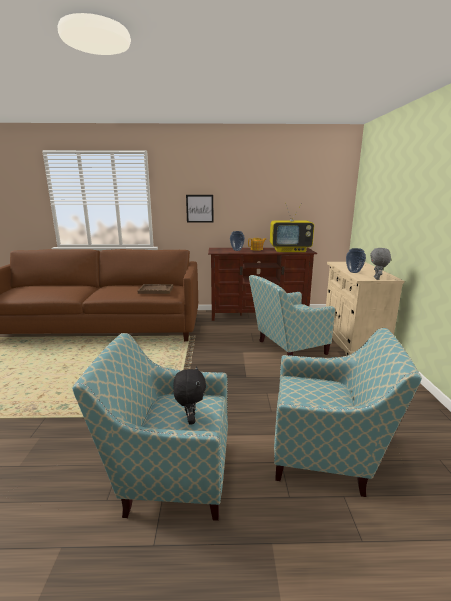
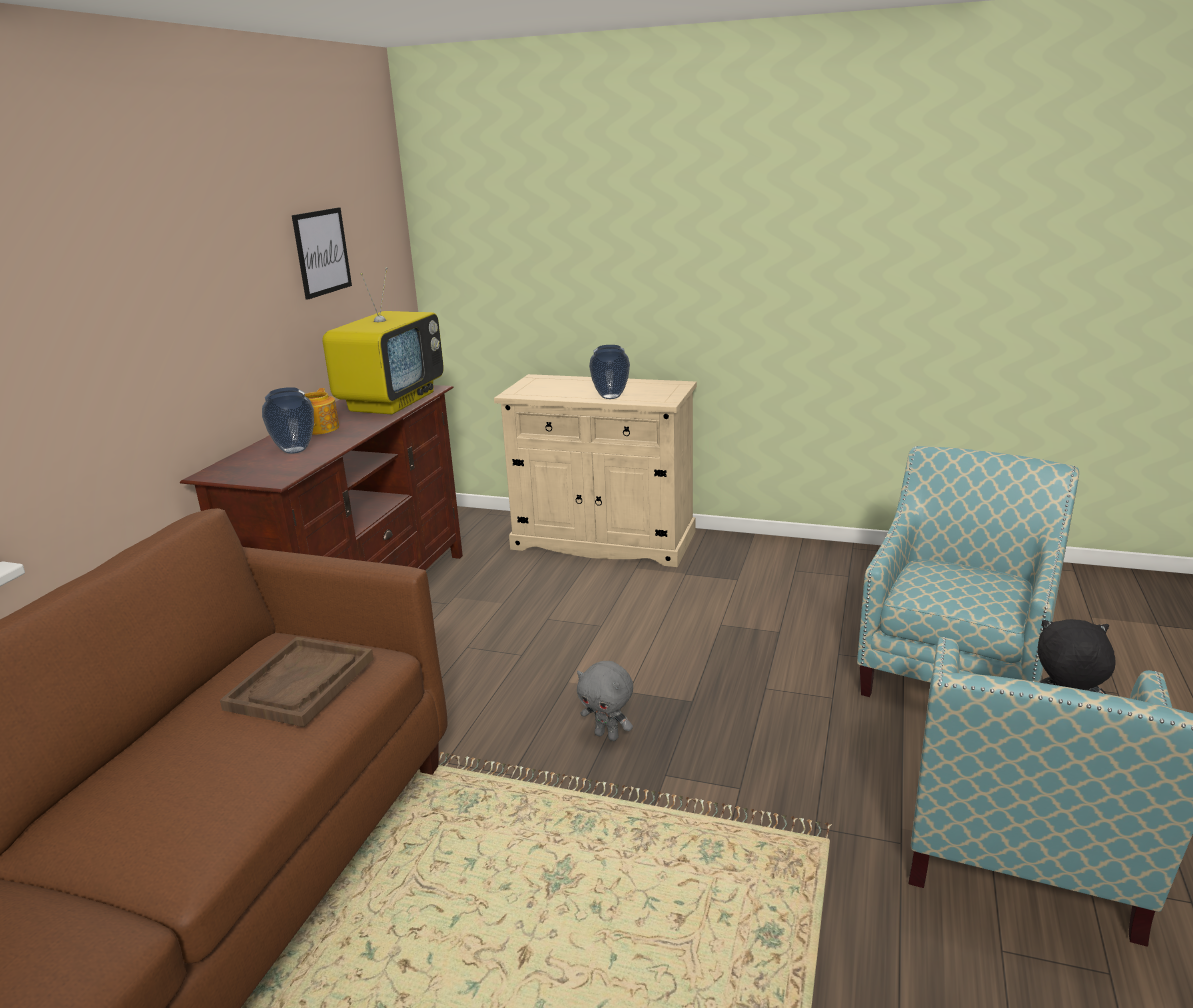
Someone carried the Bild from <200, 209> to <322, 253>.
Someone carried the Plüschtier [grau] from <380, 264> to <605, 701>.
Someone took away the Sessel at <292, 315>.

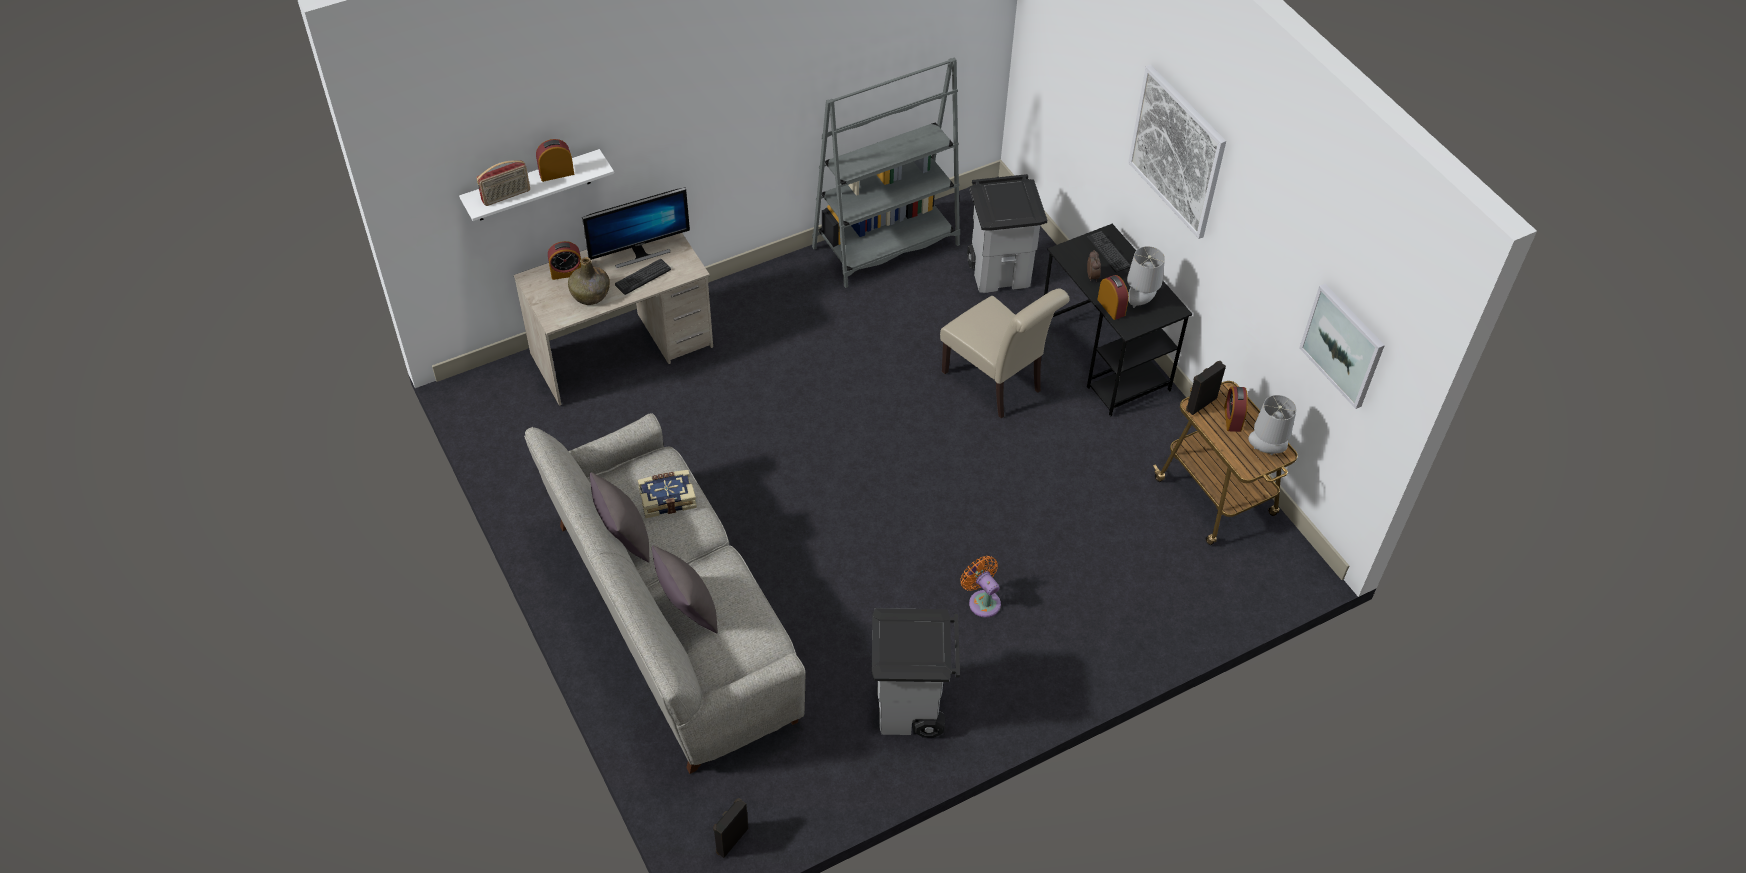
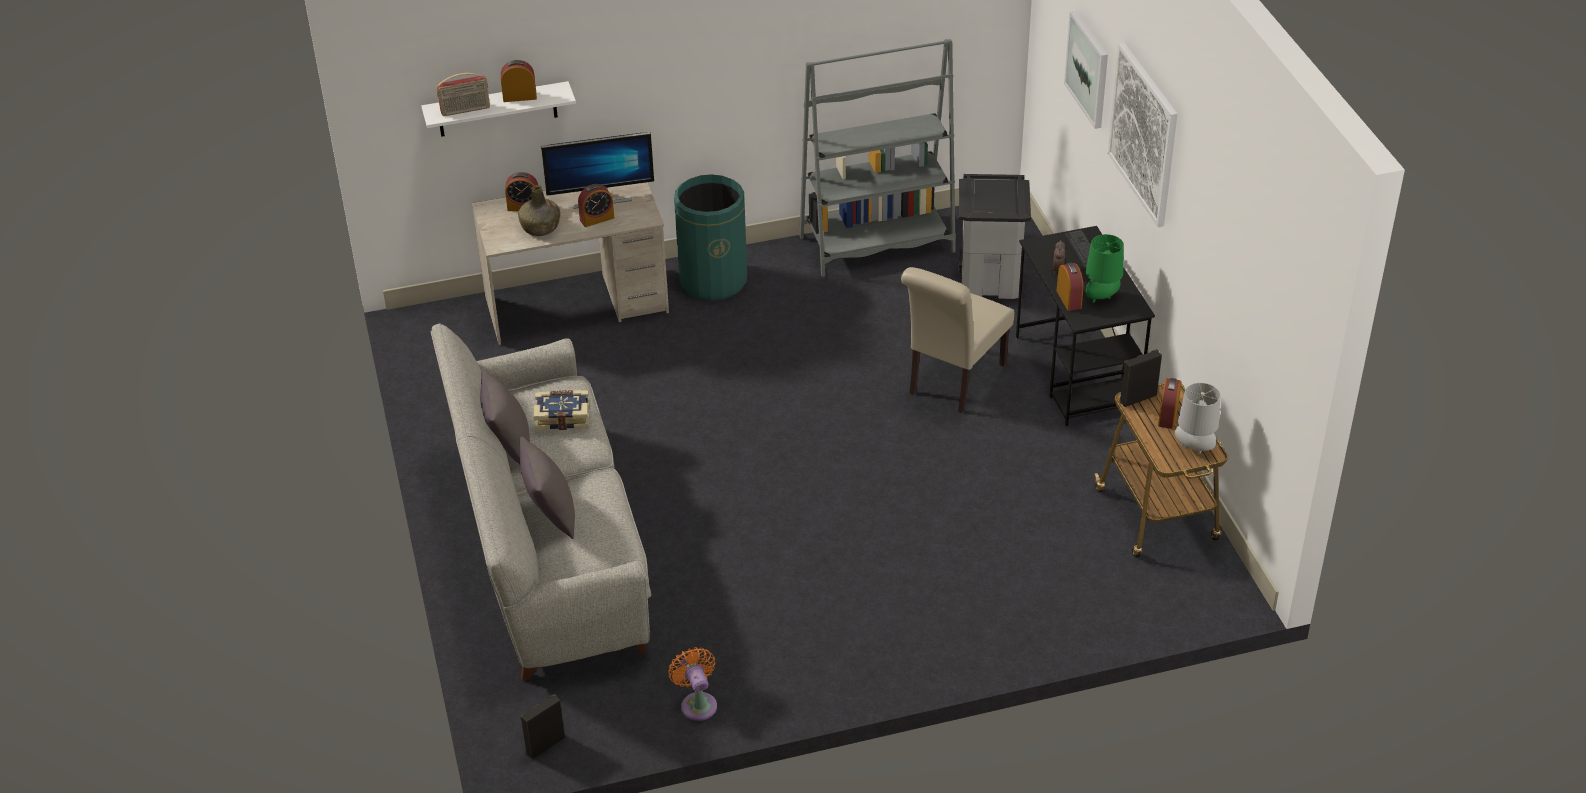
Someone swapped the Tastatur at <643, 277> for the Wecker at <596, 205>.
Someone carried the Ventilator [orange] from <980, 587> to <692, 684>.
Someone put down the Mülleimer [grün] at <710, 237>.
Someone rotated the Stuhl [beige] at <1005, 353> by 60 degrees clockwise.
Someone carried the Bild from <1342, 346> to <1086, 70>.
Someone repainted the Tischlampe [grau] at <1146, 277>, which became the Tischlampe [grün] at <1105, 268>.
Someone took away the Mülleimer [grau] at <916, 673>.

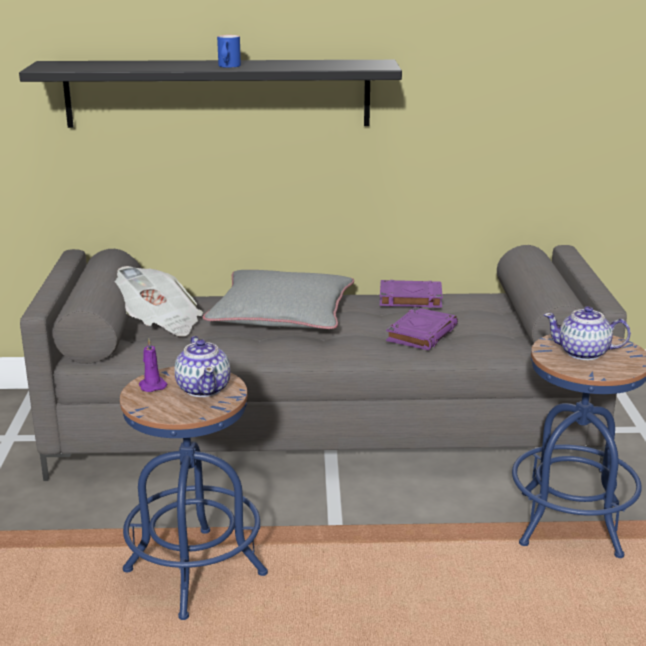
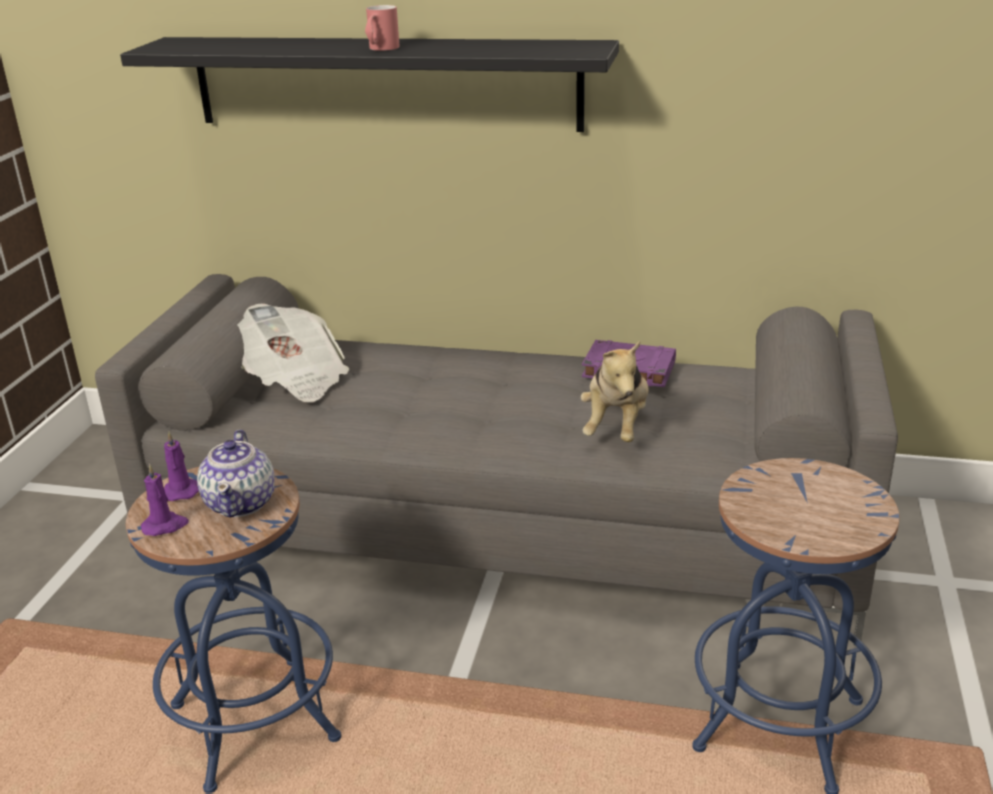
Someone put down the Kerze [lila] at <165, 500>.
Someone repainted the Henkelbecher [blau] at <229, 51>, which became the Henkelbecher [rot] at <382, 28>.
Someone swapped the Buch [lila] at <422, 328> for the Plüschtier at <615, 391>.
Someone took away the Kissen [grau] at <278, 299>.
Someone took away the Teekanne at <587, 333>.

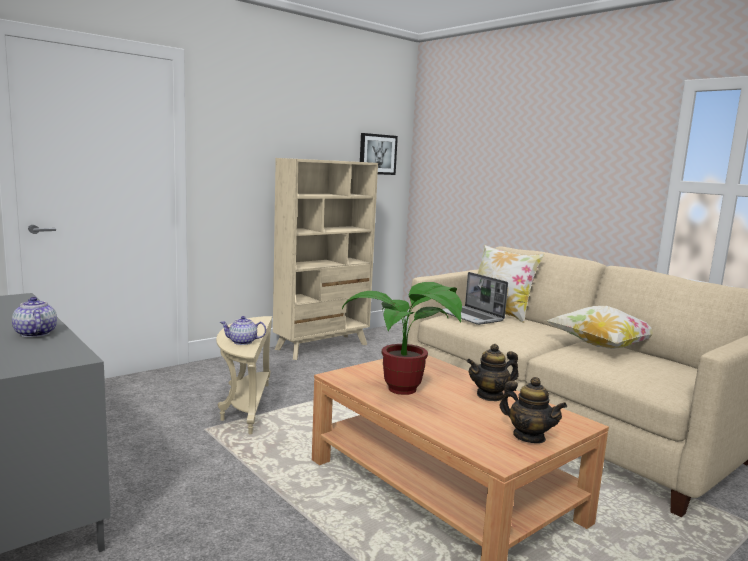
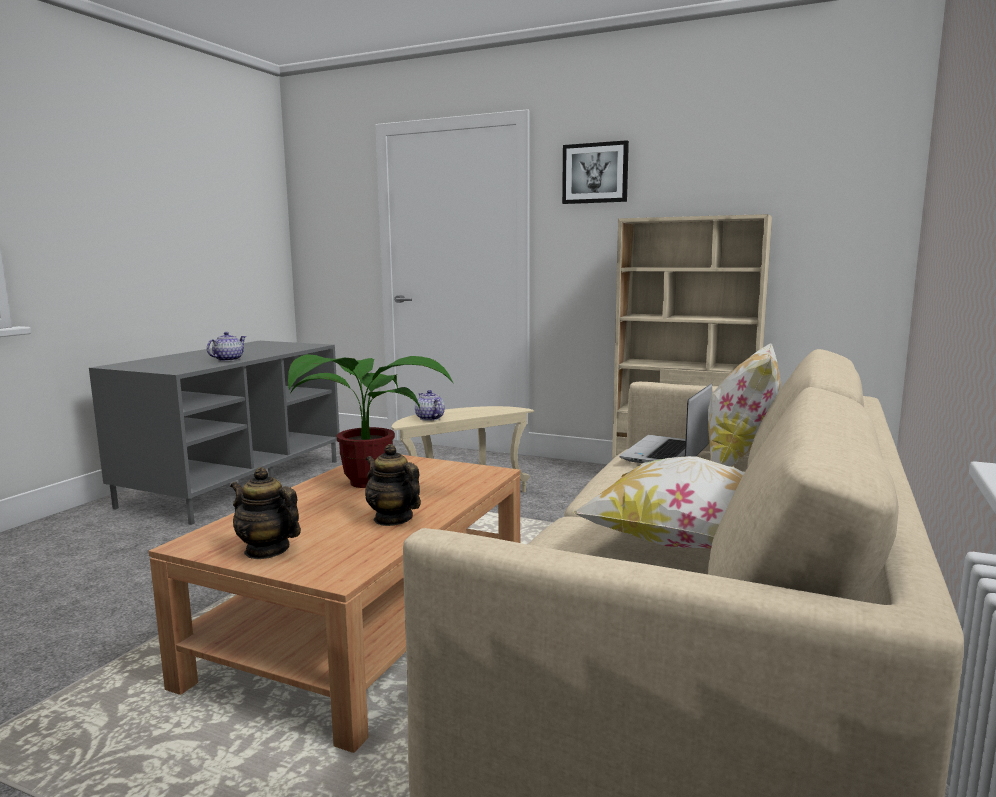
Someone rotated the Teekanne at <533, 410> by 105 degrees clockwise.
Someone carried the Bild from <379, 154> to <595, 172>.

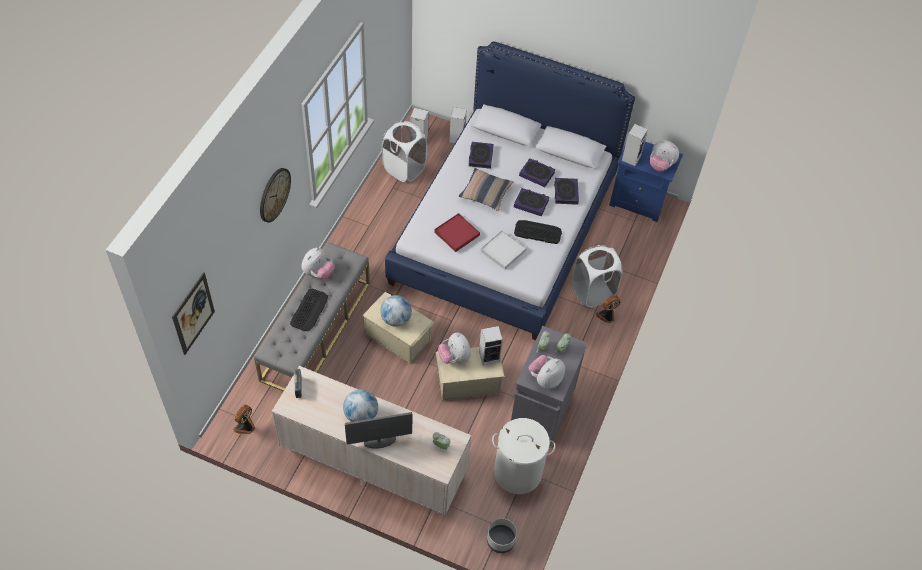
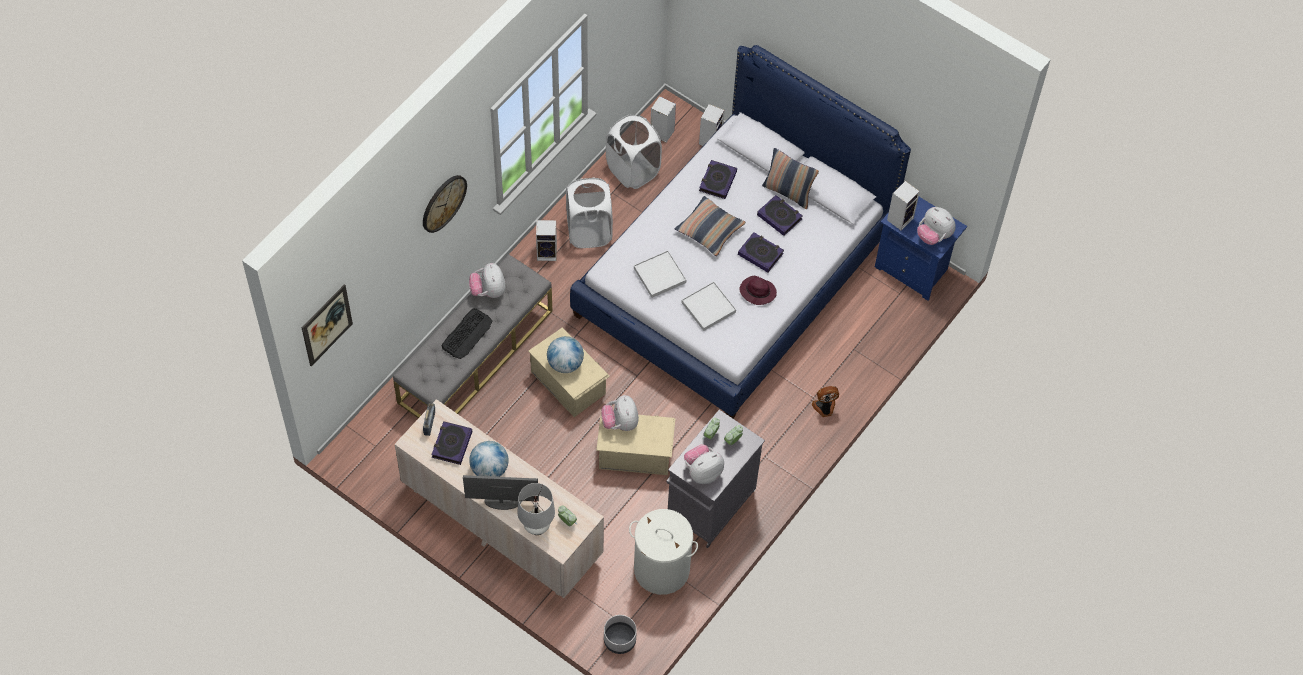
Someone carried the Buch from <566, 191> to <451, 443>.
Someone rotated the Plüschtier at <318, 263> by 120 degrees clockwise.
Someone put down the Tischlampe [weiß] at <536, 509>.
Someone carried the Lautsprecher from <491, 345> to <546, 240>.
Someone carried the Wäschekorb [weiß] from <597, 276> to <589, 212>.
Someone repainted the Tablett [rot] at <457, 232>, which became the Tablett [weiß] at <660, 274>.
Someone swapped the Tastatur at <538, 232> for the Hut [lila] at <758, 290>.
Someone put down the Kissen at <790, 178>.
Someone took away the Ventilator at <244, 419>.

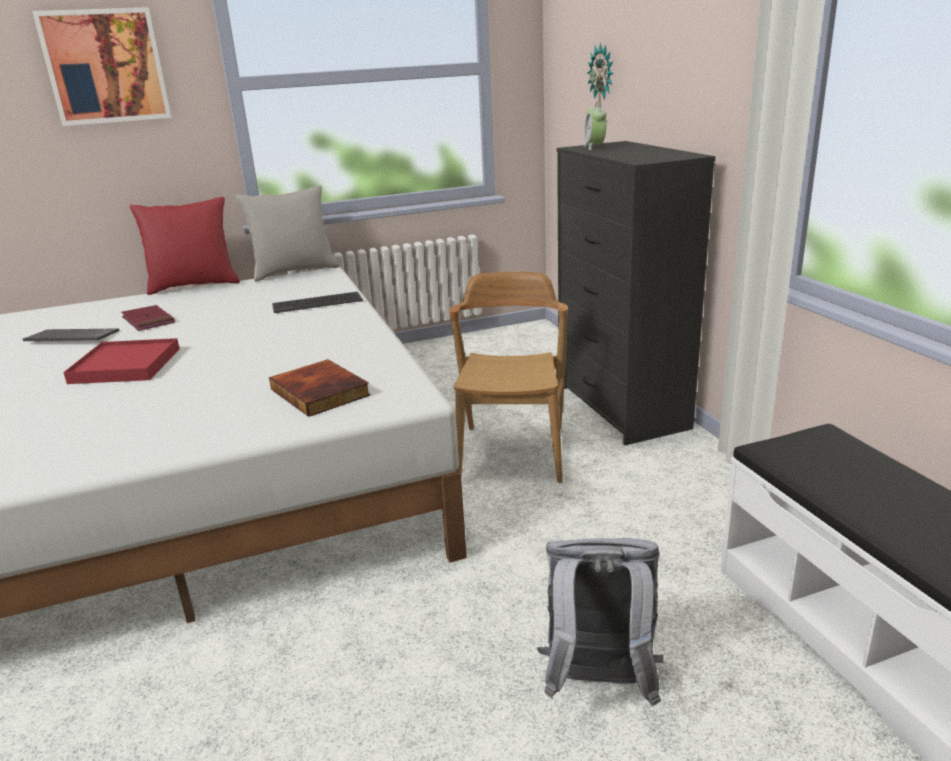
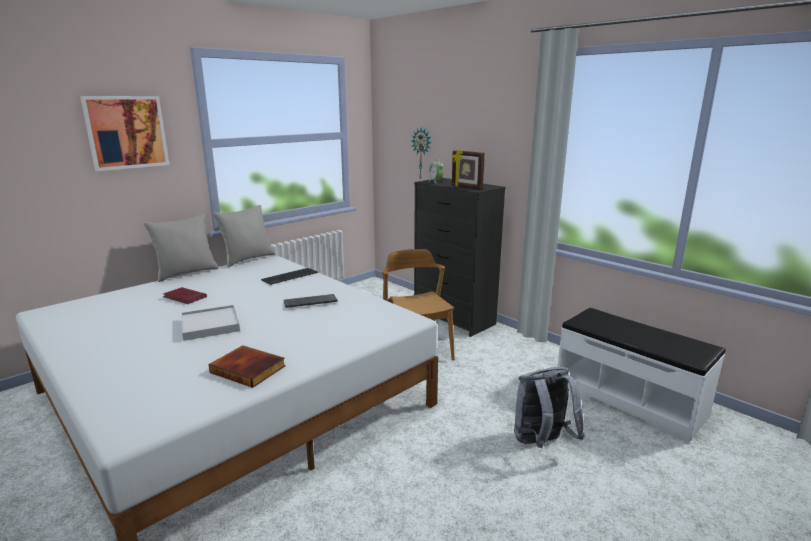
Someone repainted the Kissen [rot] at <185, 246>, which became the Kissen [grau] at <181, 248>.
Someone repainted the Tablett [rot] at <121, 361>, which became the Tablett [weiß] at <210, 323>.
Someone carried the Buch from <320, 388> to <247, 366>.
Someone carried the Tastatur from <71, 334> to <311, 301>.
Someone put down the Bilderrahmen at <468, 169>.

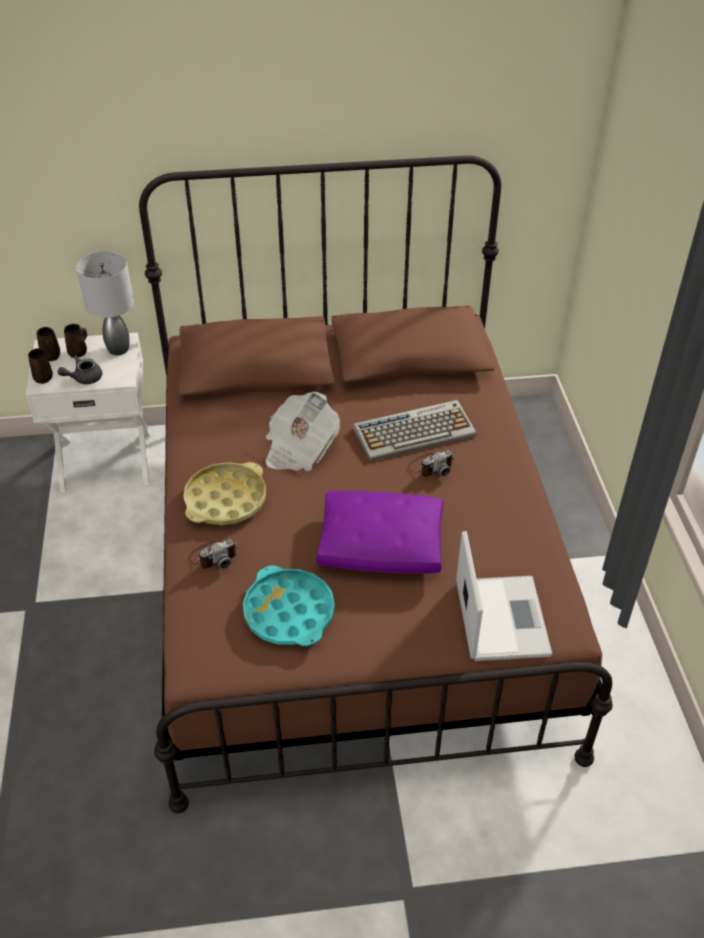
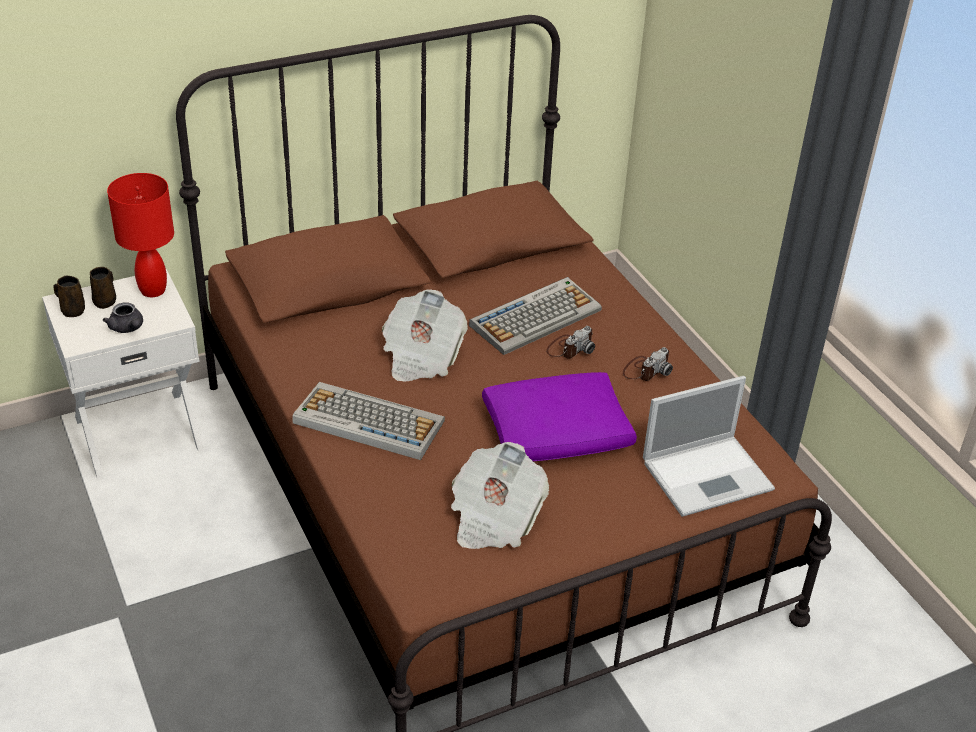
Someone rotated the Teekanne [grau] at <80, 369> by 75 degrees counterclockwise.
Someone repainted the Tischlampe [grau] at <105, 303>, which became the Tischlampe [rot] at <140, 235>.
Someone swapped the Tablett [gelb] at <224, 493> for the Tastatur at <368, 421>.
Someone swapped the Tablett [türkis] at <289, 606> for the Zeitung at <500, 495>.
Someone carried the Kamera from <213, 554> to <648, 364>.
Someone rotated the Laptop at <504, 596> by 90 degrees clockwise.
Someone took away the Henkelbecher [braun] at <40, 366>.

